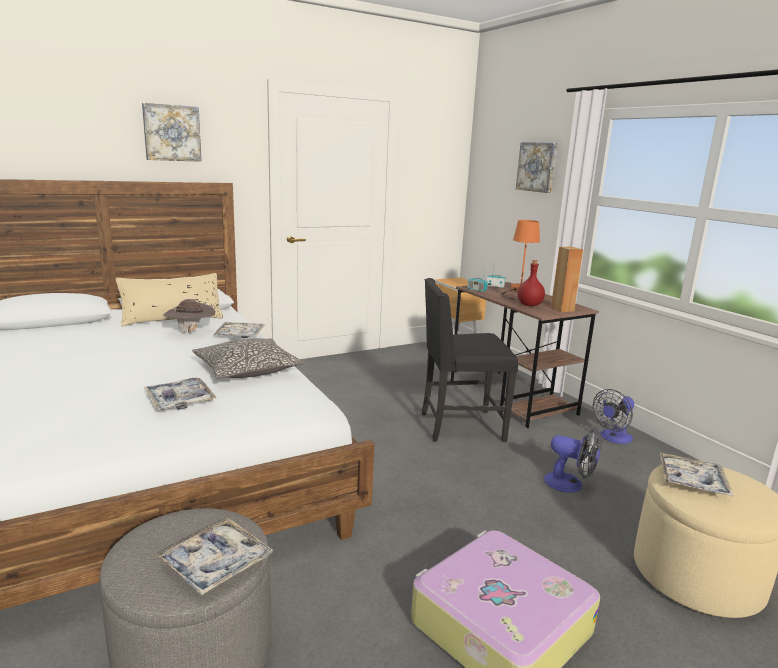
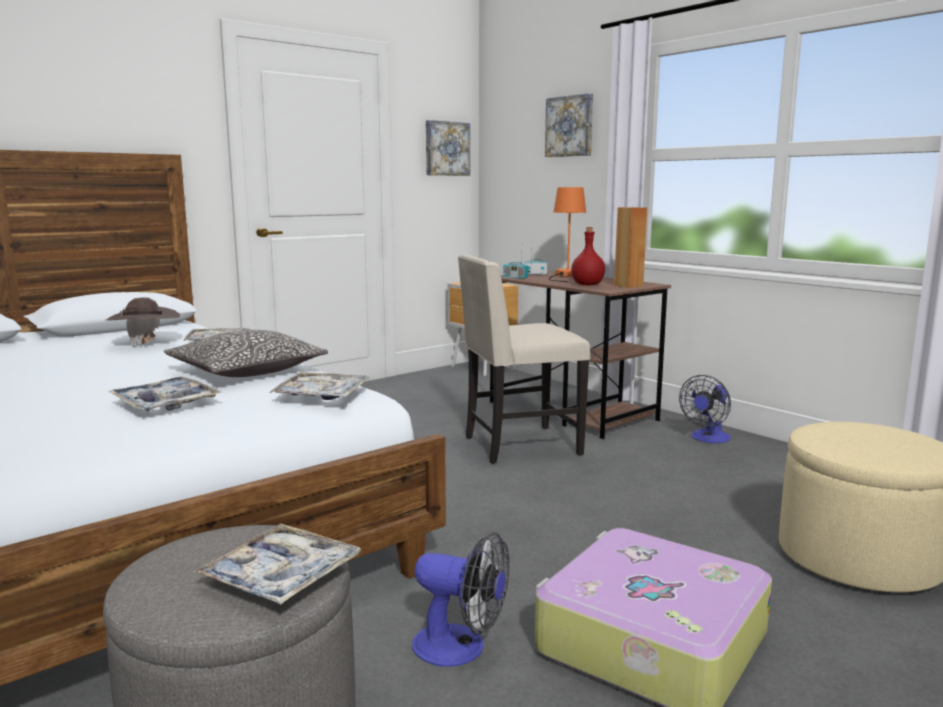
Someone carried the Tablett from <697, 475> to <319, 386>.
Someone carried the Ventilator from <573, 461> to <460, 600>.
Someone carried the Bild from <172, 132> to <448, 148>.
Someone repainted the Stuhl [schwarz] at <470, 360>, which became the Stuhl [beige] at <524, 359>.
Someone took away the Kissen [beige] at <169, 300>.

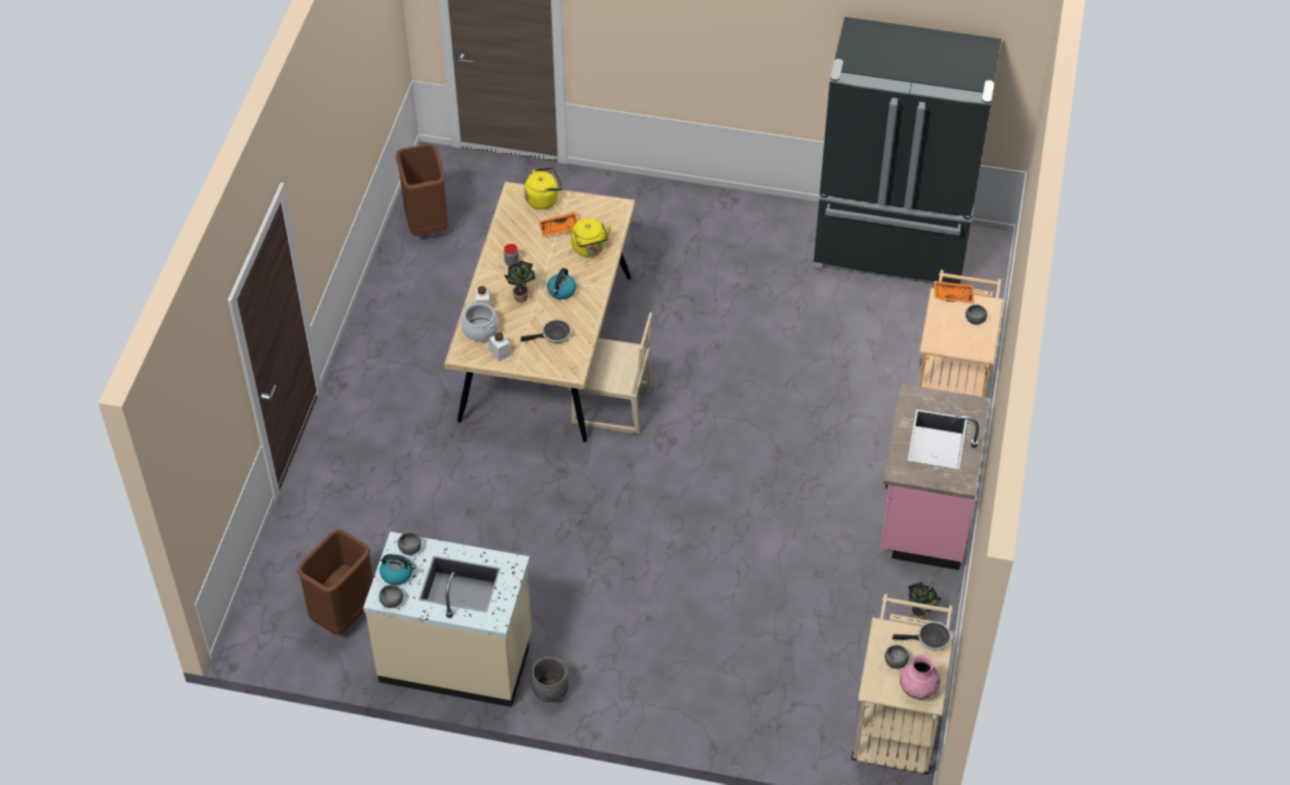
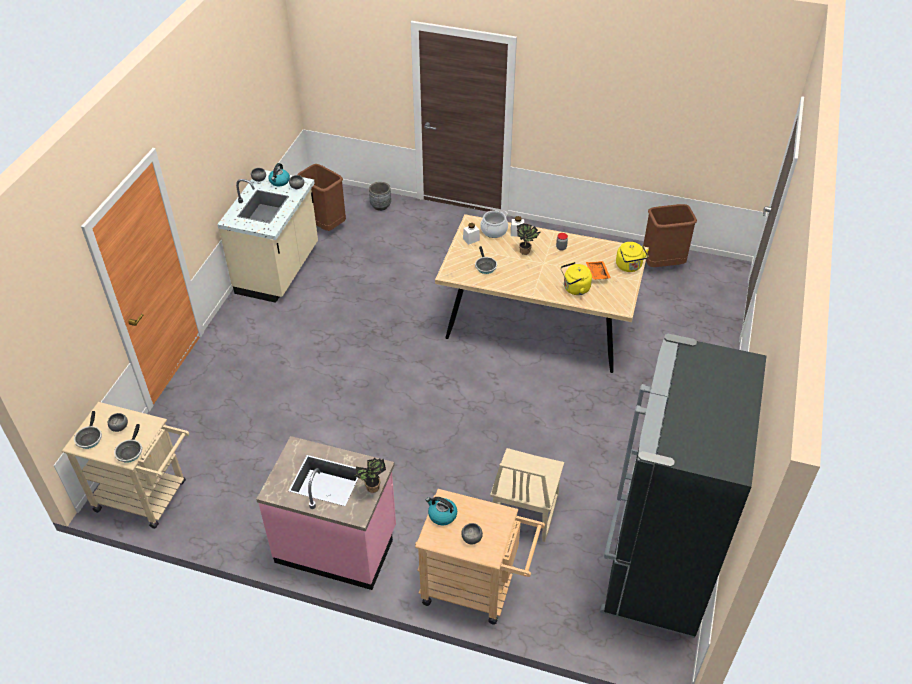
Someone swapped the Vase [rosa] at <920, 676> for the Pfanne at <88, 430>.
Someone carried the Topfpflanze from <924, 600> to <370, 475>.
Someone carried the Pflanzkübel [grau] from <549, 679> to <380, 196>.
Someone carried the Wasserkessel from <561, 284> to <441, 511>.
Someone carried the Stuhl [beige] from <609, 373> to <527, 495>.
Someone took away the Tablett [orange] at <954, 292>.

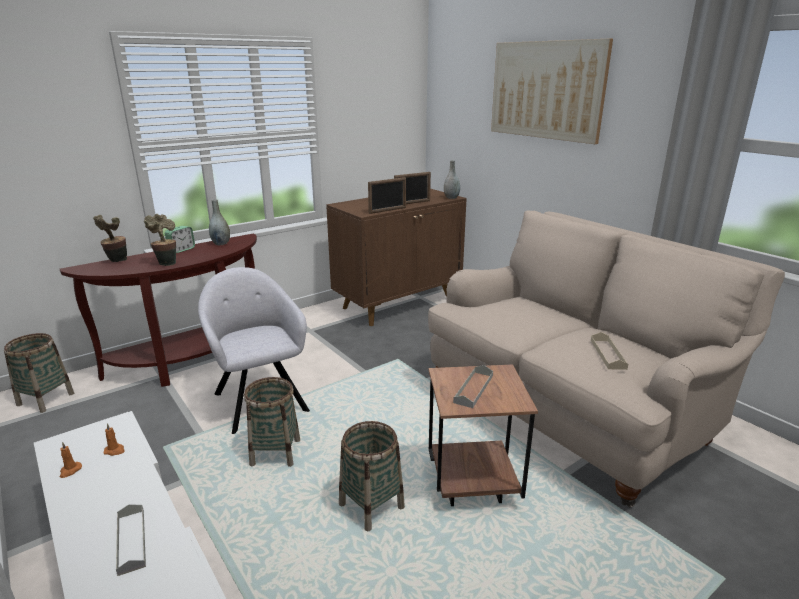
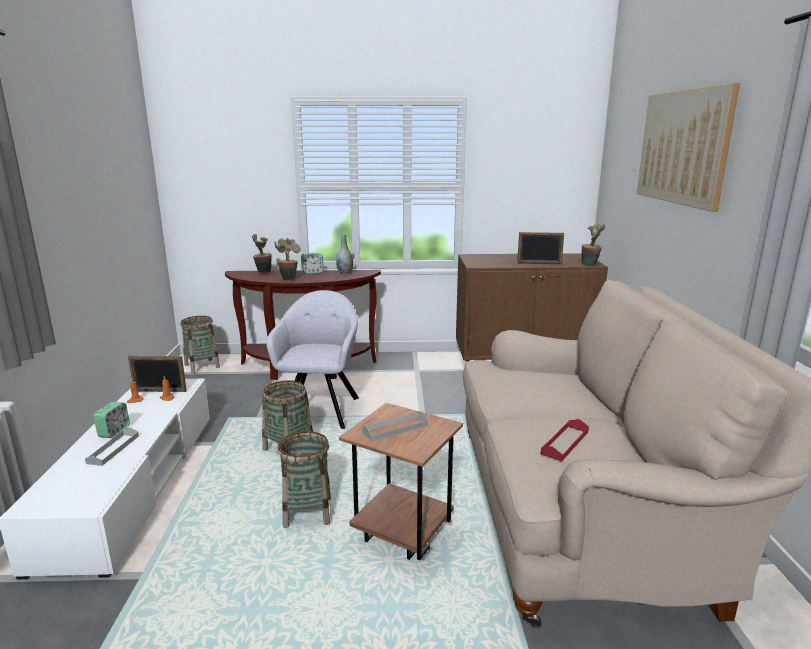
Someone put down the Wecker at <111, 420>.
Someone carried the Bilderrahmen from <387, 195> to <157, 374>.
Someone repainted the Tablett [beige] at <609, 351>, which became the Tablett [rot] at <565, 440>.
Someone swapped the Vase [grau] at <452, 179> for the Topfpflanze at <593, 244>.

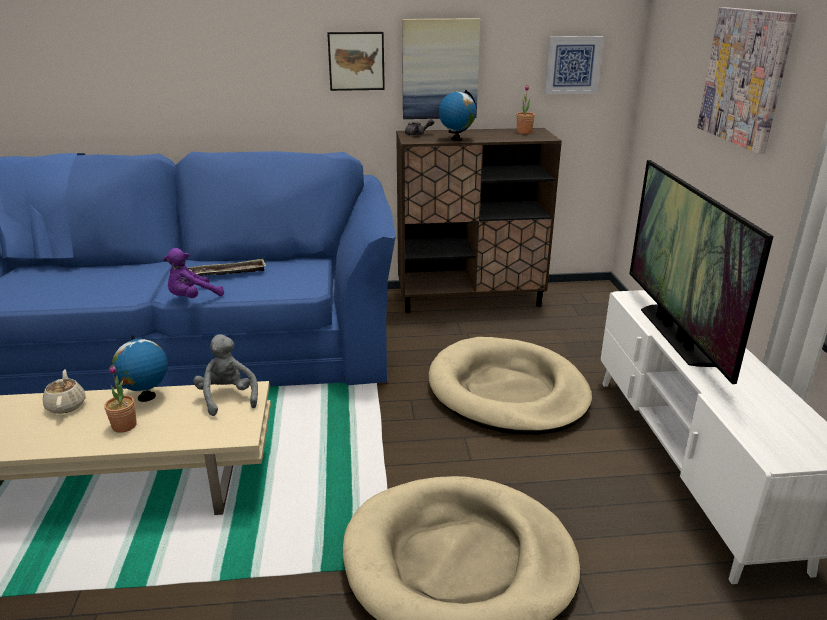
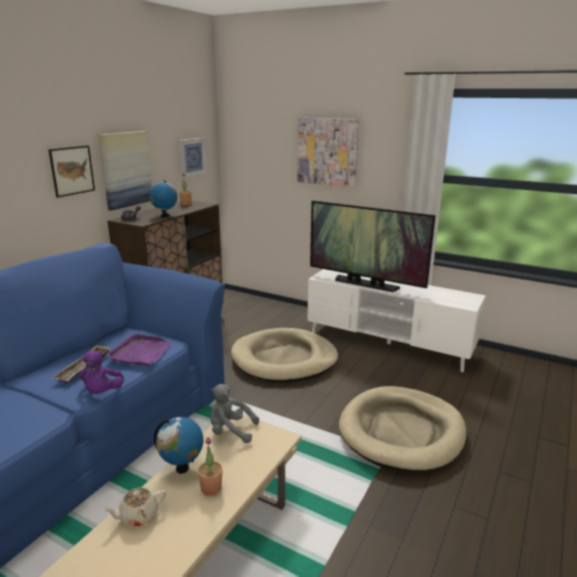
Someone rotated the Teekanne [beige] at <64, 392> by 45 degrees counterclockwise.
Someone put down the Tablett [lila] at <139, 350>.

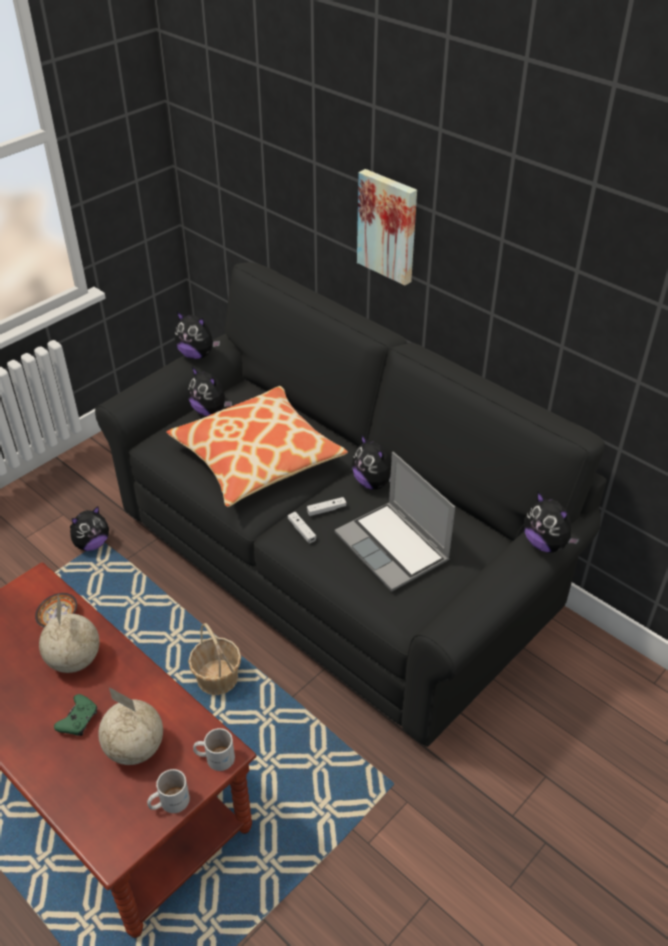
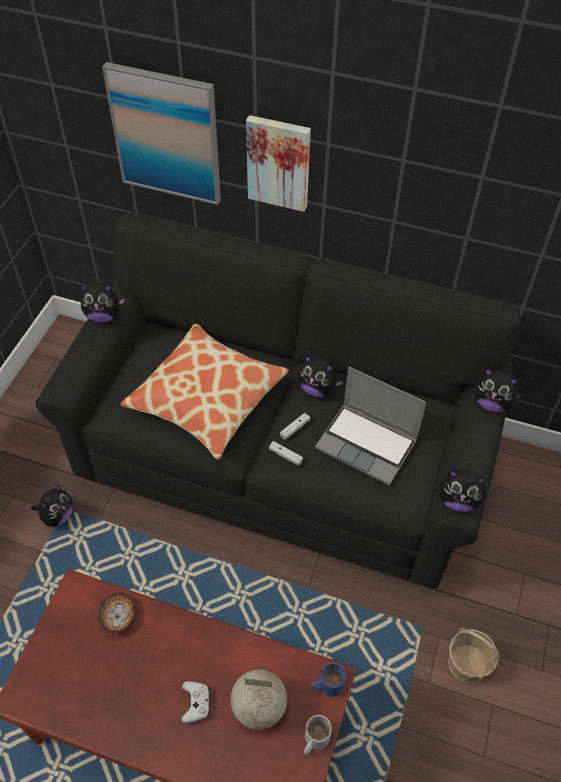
Someone put up the Bild at <161, 133>.
Someone repainted the Gamepad [grün] at <75, 715>, which became the Gamepad [weiß] at <195, 702>.
Someone repainted the Henkelbecher [weiß] at <214, 749>, which became the Henkelbecher [blau] at <328, 680>.
Someone carried the Plüschtier from <210, 391> to <464, 489>.
Someone carried the Korb from <214, 659> to <474, 655>.
Someone took away the Globus at <69, 634>.

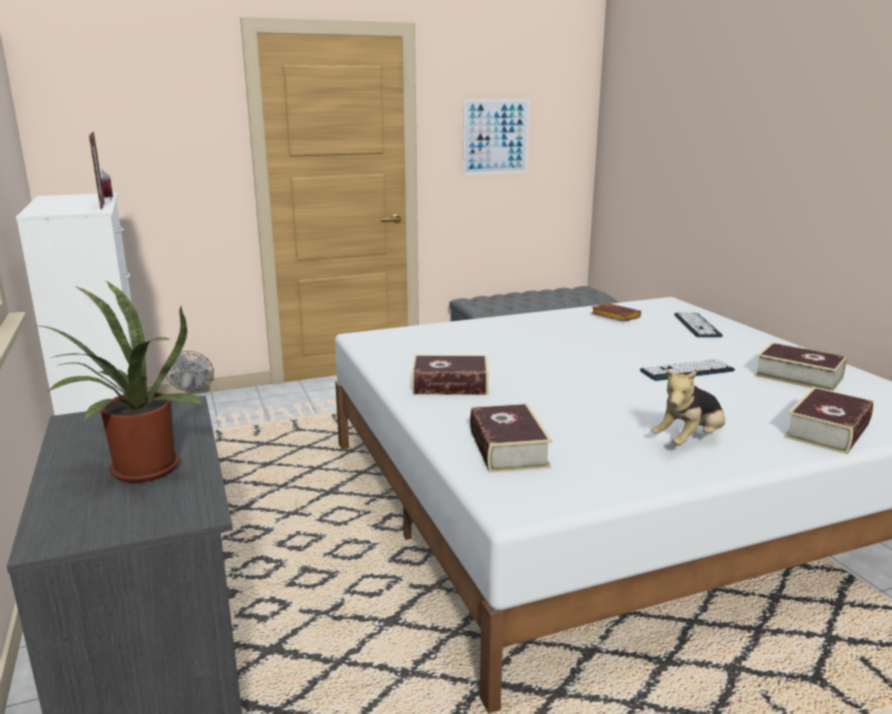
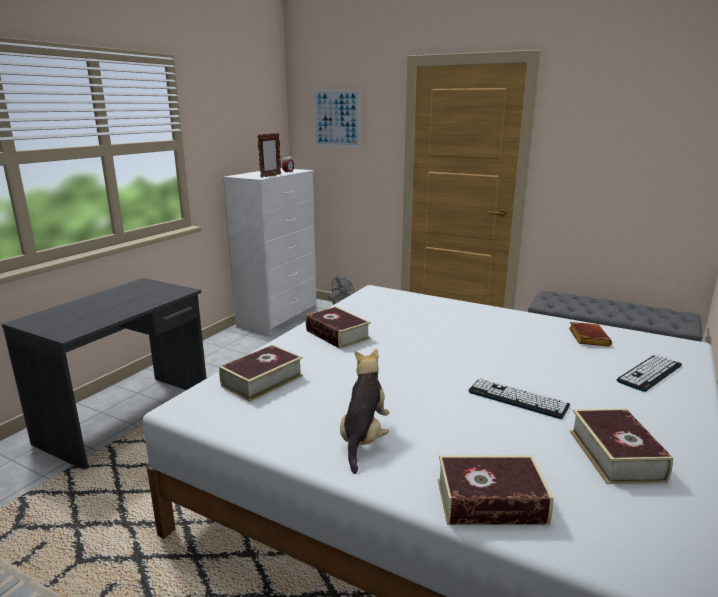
Someone carried the Bild from <496, 137> to <336, 118>.
Someone rotated the Plüschtier at <688, 408> by 90 degrees clockwise.
Someone took away the Topfpflanze at <118, 382>.

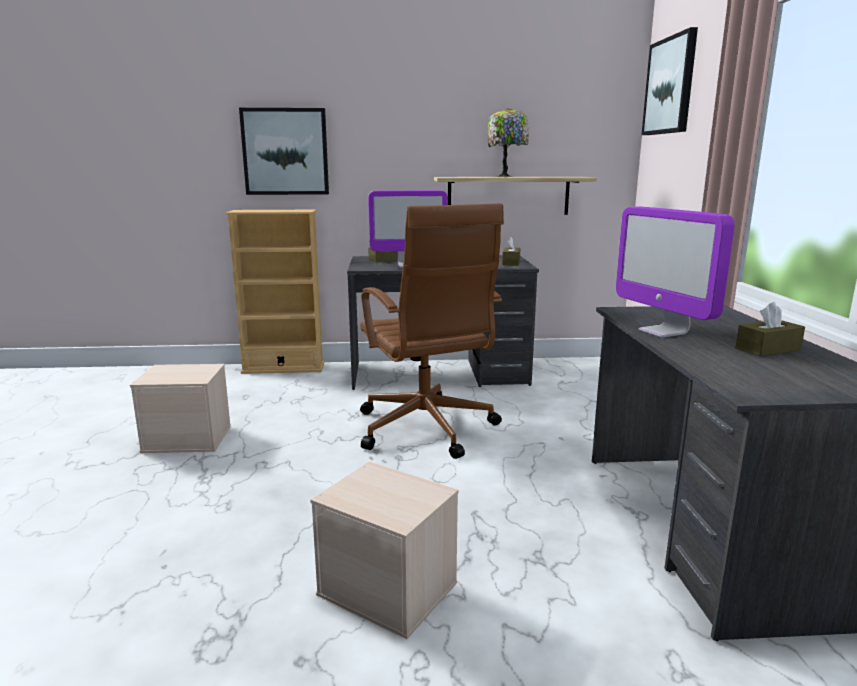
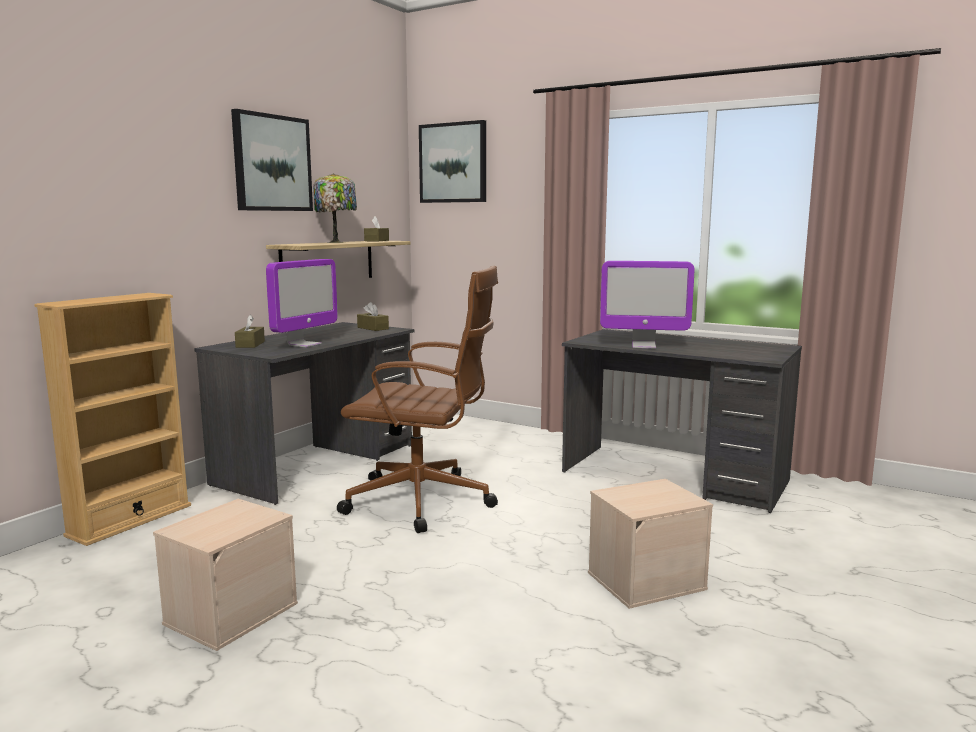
Someone carried the Bild from <284, 151> to <272, 160>.
Someone carried the Taschentuchbox [braun] from <770, 329> to <376, 228>.

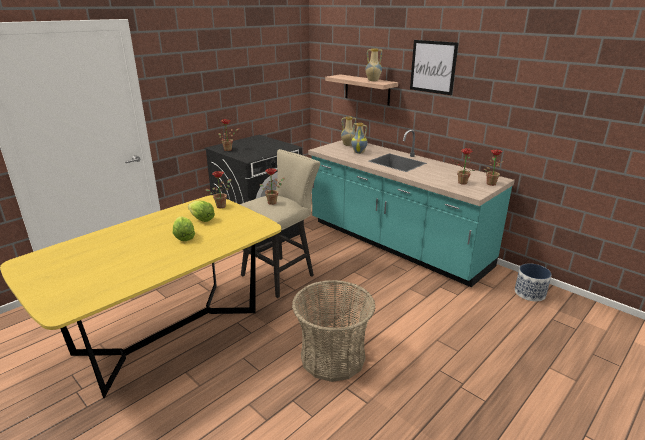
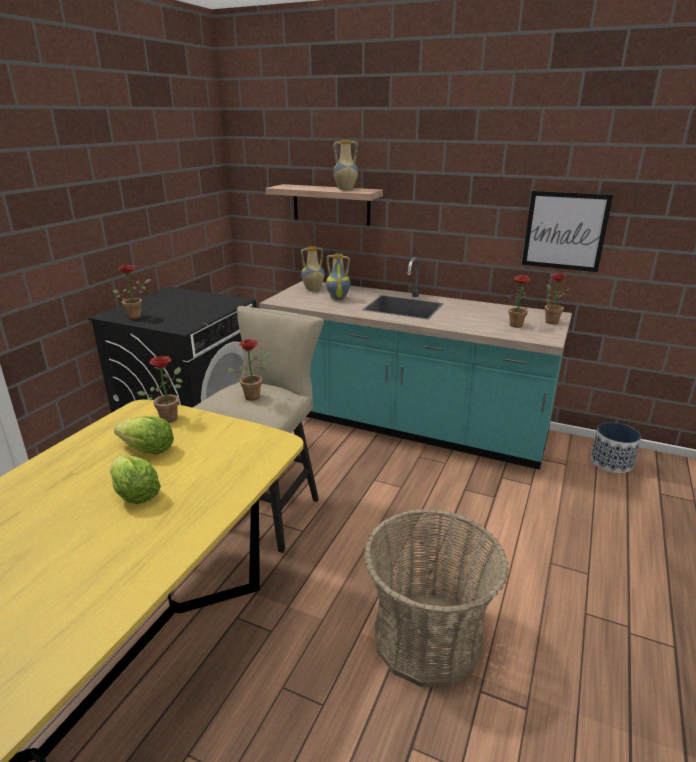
Someone carried the Bild from <434, 67> to <567, 231>.

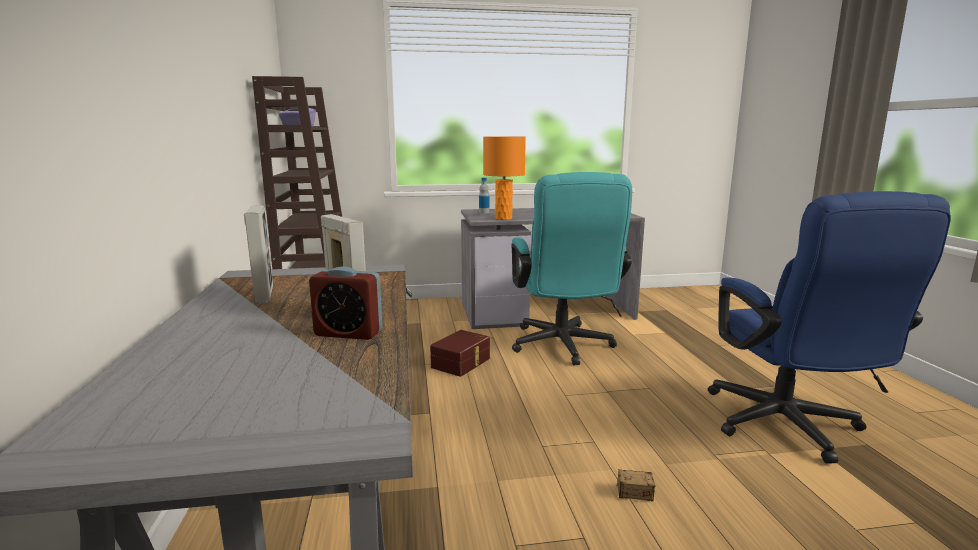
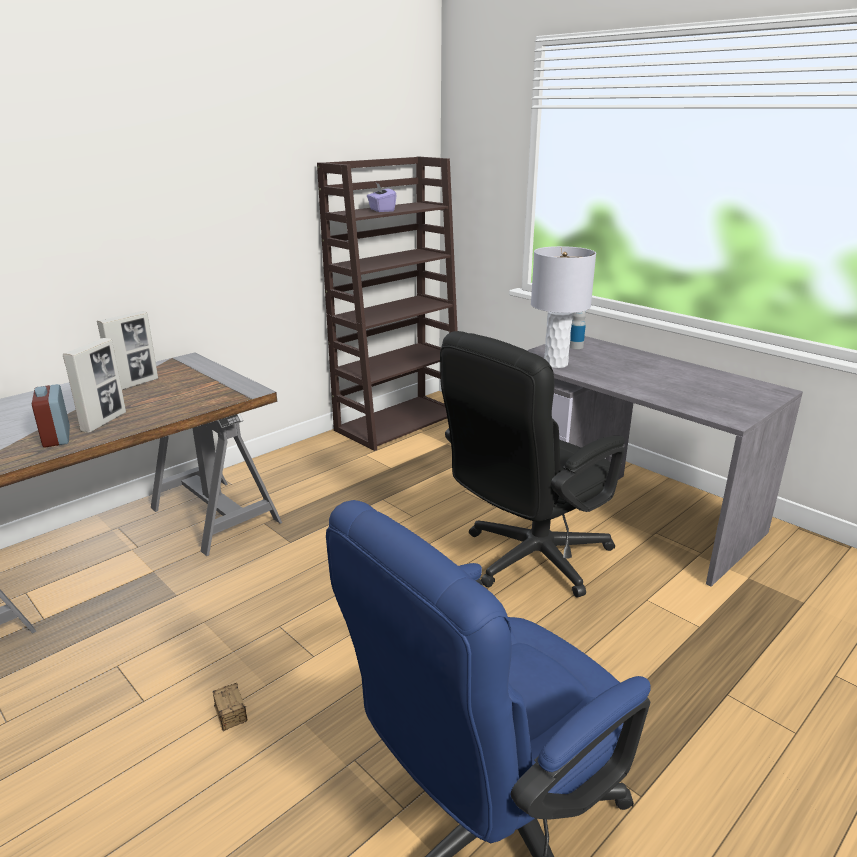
Someone repainted the Bürostuhl [türkis] at <571, 268>, which became the Bürostuhl [schwarz] at <532, 464>.
Someone repainted the Tischlampe [orange] at <504, 178>, which became the Tischlampe [grau] at <563, 307>.
Someone took away the Aufbewahrungsbox [braun] at <460, 353>.

